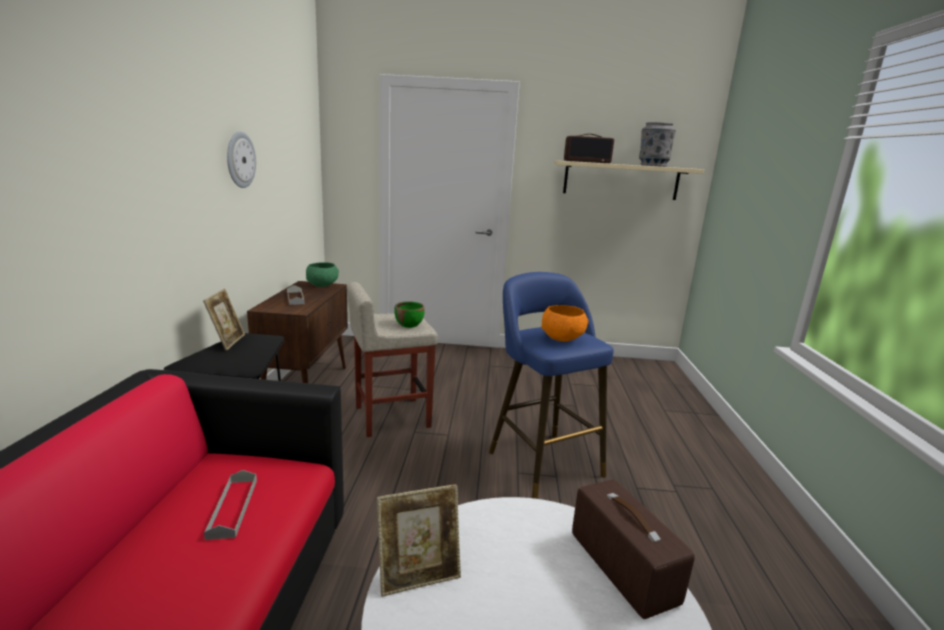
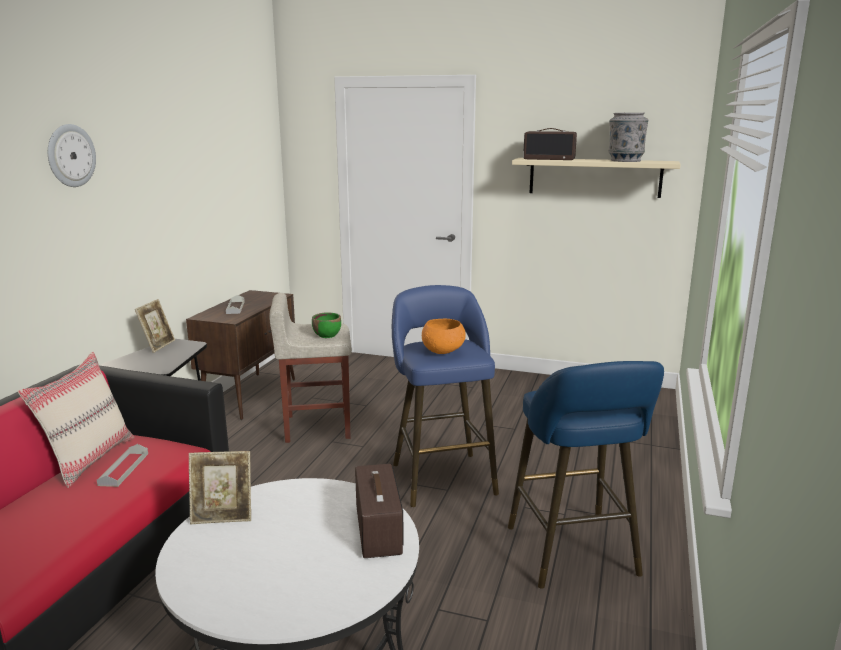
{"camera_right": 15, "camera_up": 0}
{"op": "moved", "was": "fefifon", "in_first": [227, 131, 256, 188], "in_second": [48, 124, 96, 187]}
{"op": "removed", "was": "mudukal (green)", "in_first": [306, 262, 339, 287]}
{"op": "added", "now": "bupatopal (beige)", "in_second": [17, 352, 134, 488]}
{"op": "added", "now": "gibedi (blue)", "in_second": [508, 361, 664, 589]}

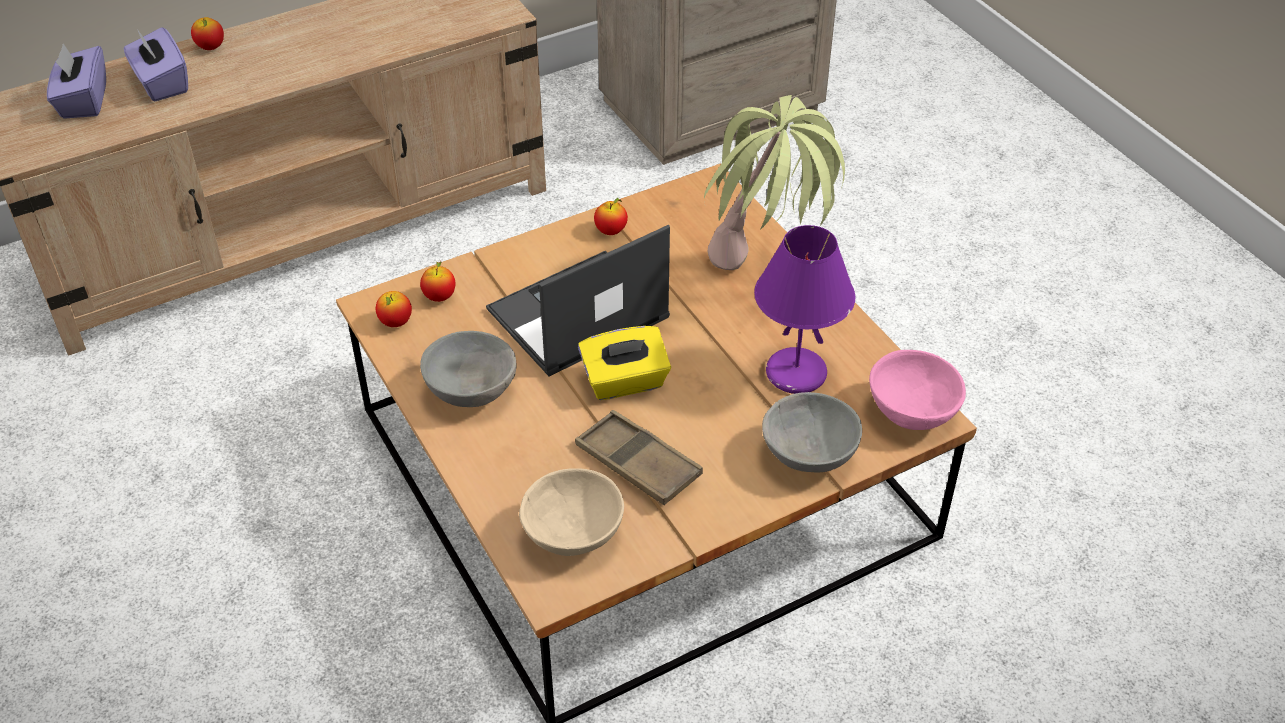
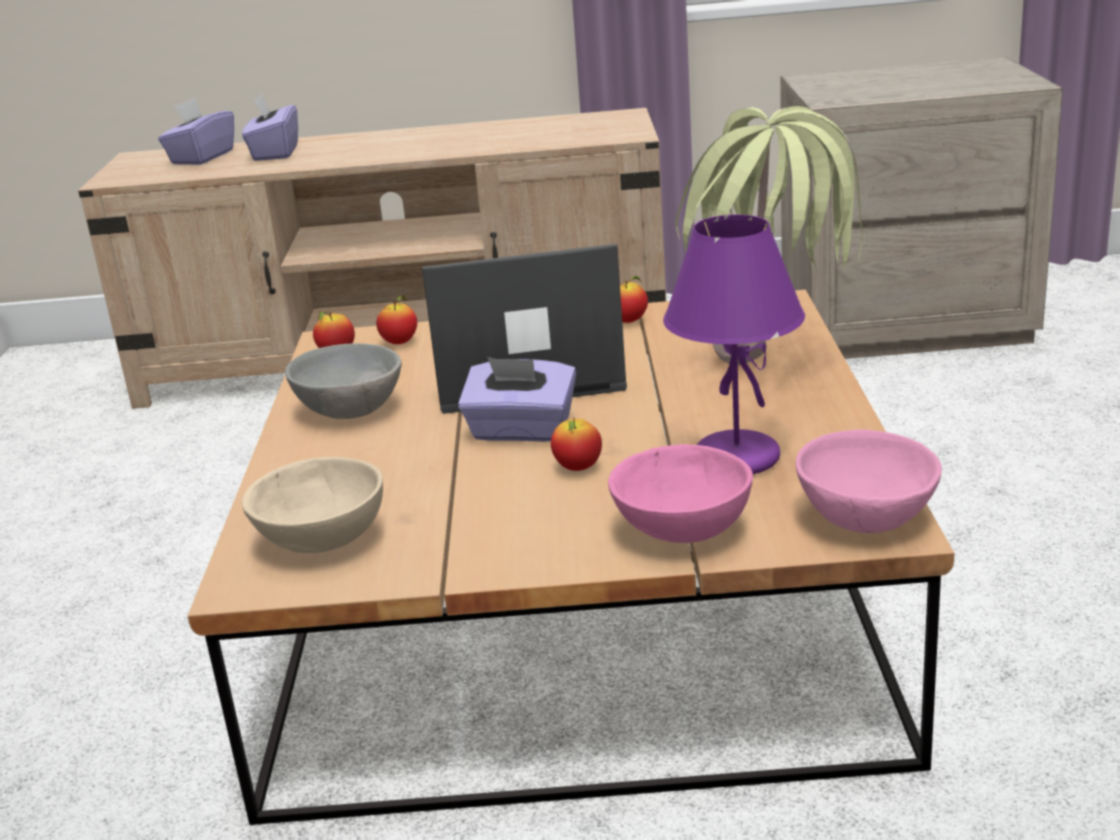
{"camera_right": 30, "camera_up": -20}
{"op": "moved", "was": "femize", "in_first": [191, 17, 224, 50], "in_second": [551, 418, 602, 471]}
{"op": "recoloured", "was": "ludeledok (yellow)", "now": "ludeledok (purple)", "in_first": [578, 326, 671, 400], "in_second": [458, 357, 576, 442]}
{"op": "recoloured", "was": "mudukal (grey)", "now": "mudukal (pink)", "in_first": [762, 392, 862, 473], "in_second": [608, 444, 753, 543]}
{"op": "removed", "was": "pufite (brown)", "in_first": [575, 410, 703, 505]}

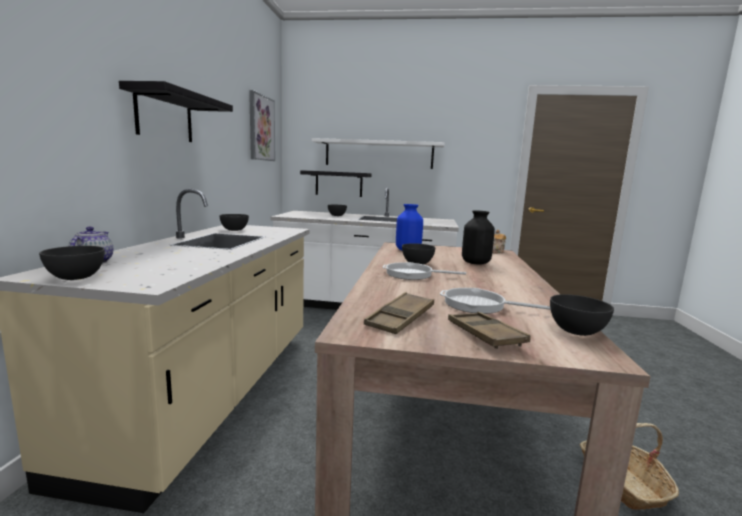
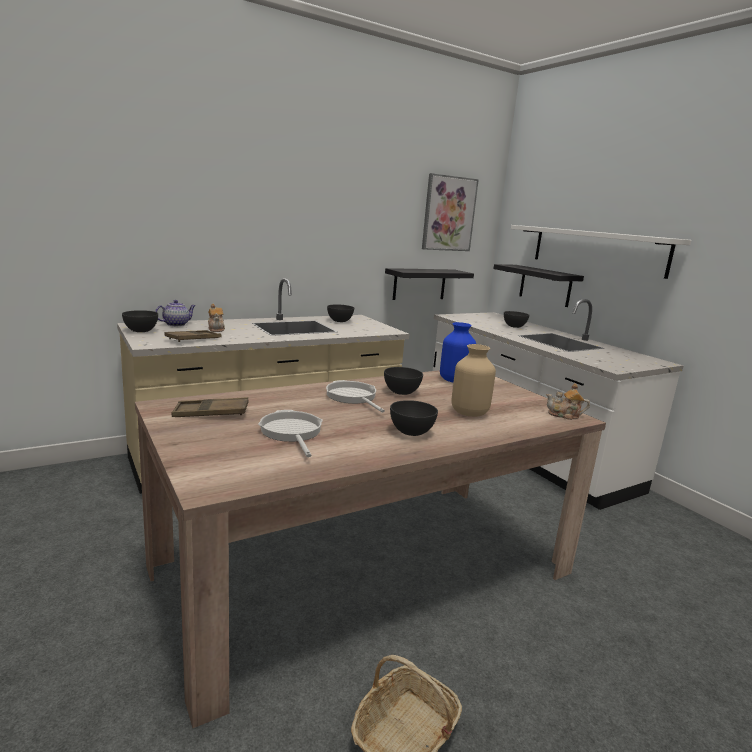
{"camera_right": 50, "camera_up": 5}
{"op": "moved", "was": "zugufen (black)", "in_first": [119, 81, 233, 142], "in_second": [385, 268, 474, 300]}
{"op": "recoloured", "was": "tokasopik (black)", "now": "tokasopik (beige)", "in_first": [462, 211, 495, 265], "in_second": [451, 344, 496, 417]}
{"op": "moved", "was": "mudukal (grey)", "in_first": [550, 294, 614, 336], "in_second": [390, 400, 438, 436]}
{"op": "moved", "was": "pufite (brown)", "in_first": [448, 312, 531, 349], "in_second": [165, 330, 221, 342]}
{"op": "added", "now": "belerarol", "in_second": [208, 304, 225, 332]}

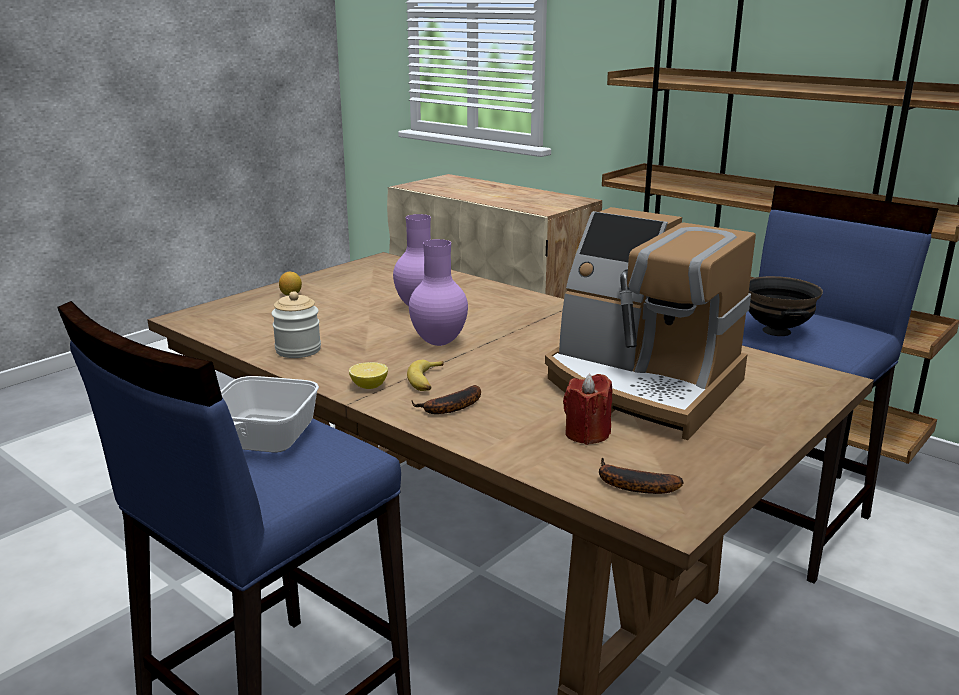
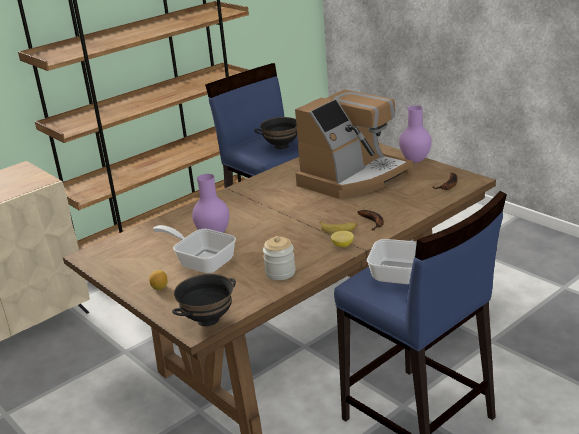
{"camera_right": -80, "camera_up": 5}
{"op": "moved", "was": "tokasopik (purple)", "in_first": [409, 239, 468, 346], "in_second": [399, 105, 432, 163]}
{"op": "removed", "was": "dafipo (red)", "in_first": [563, 374, 612, 445]}
{"op": "added", "now": "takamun", "in_second": [153, 225, 236, 274]}
{"op": "added", "now": "mudukal (black)", "in_second": [172, 274, 236, 327]}

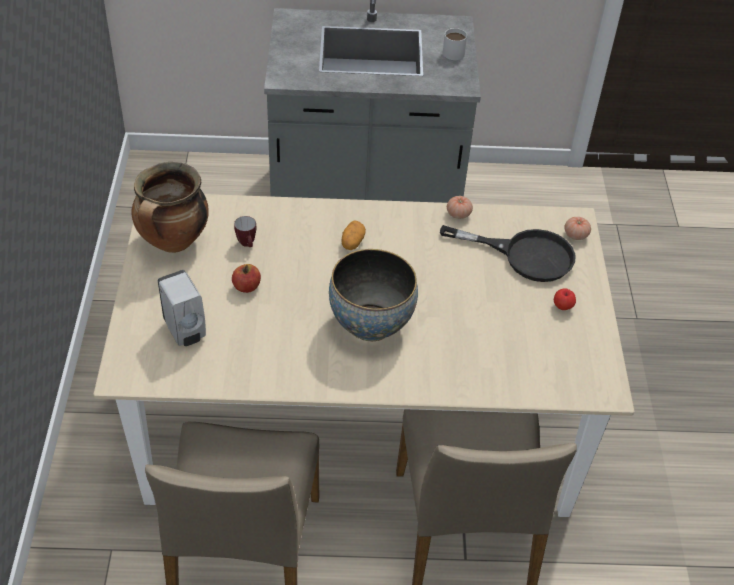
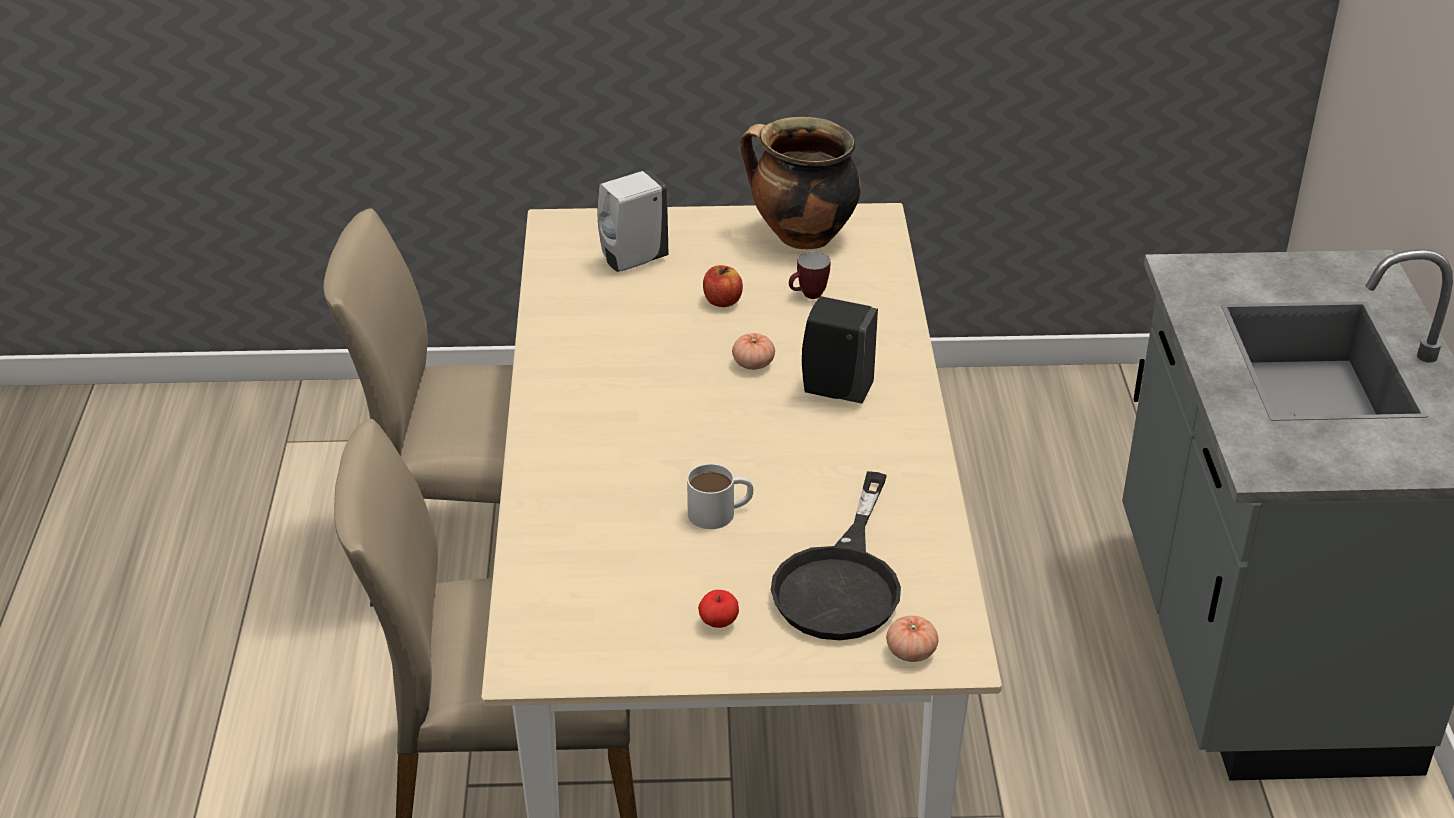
{"camera_right": 90, "camera_up": -10}
{"op": "moved", "was": "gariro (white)", "in_first": [443, 28, 467, 60], "in_second": [687, 464, 753, 529]}
{"op": "moved", "was": "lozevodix", "in_first": [447, 196, 473, 219], "in_second": [732, 333, 775, 370]}
{"op": "replaced", "was": "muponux", "now": "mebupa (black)", "in_first": [341, 220, 366, 250], "in_second": [802, 296, 878, 404]}
{"op": "removed", "was": "mudukal", "in_first": [329, 249, 418, 342]}

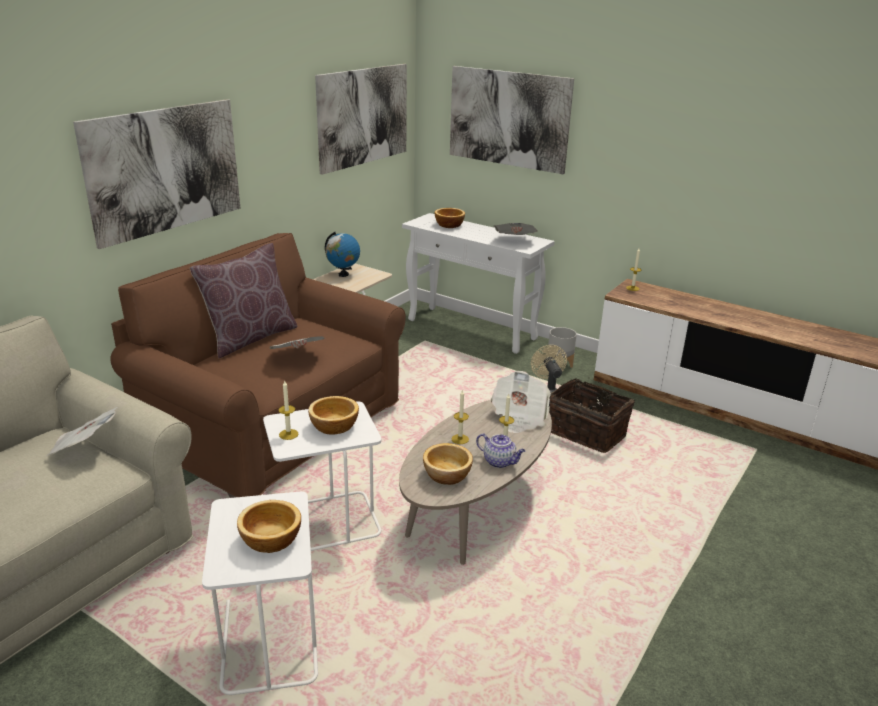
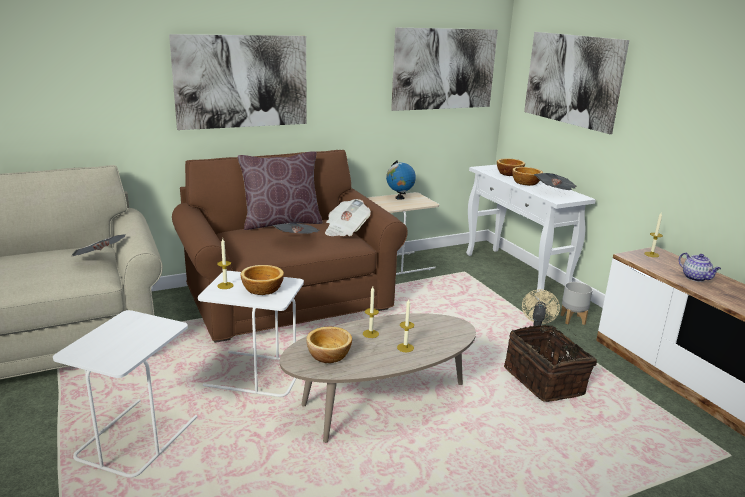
{"camera_right": 30, "camera_up": -5}
{"op": "moved", "was": "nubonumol", "in_first": [491, 371, 551, 433], "in_second": [325, 199, 371, 236]}
{"op": "moved", "was": "belerarol", "in_first": [476, 433, 525, 468], "in_second": [679, 252, 721, 282]}
{"op": "moved", "was": "mudukal", "in_first": [237, 500, 301, 553], "in_second": [512, 167, 543, 186]}

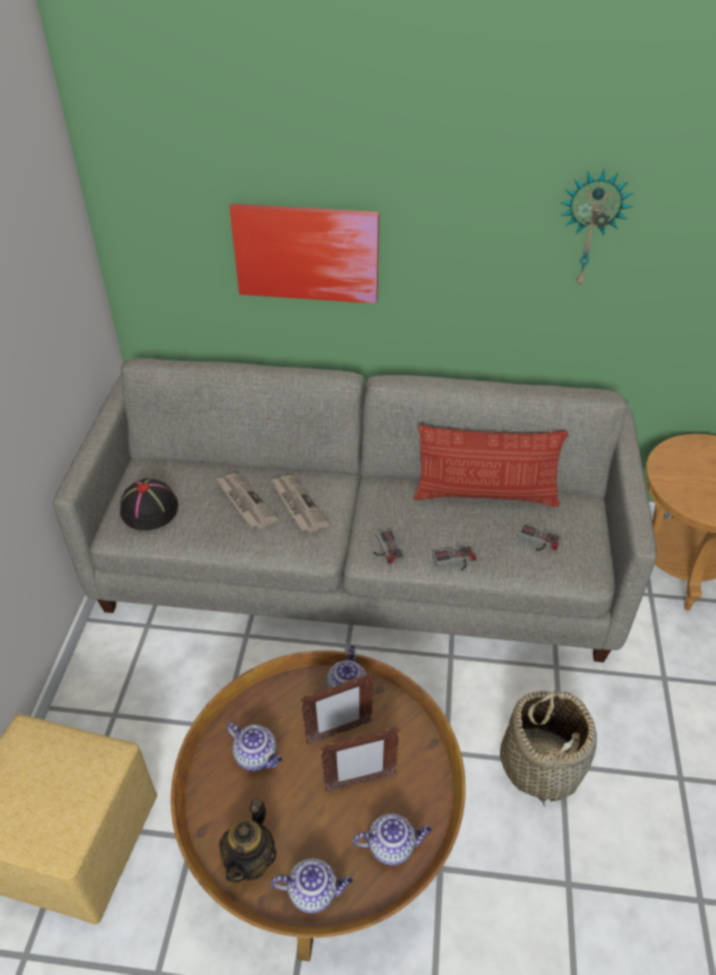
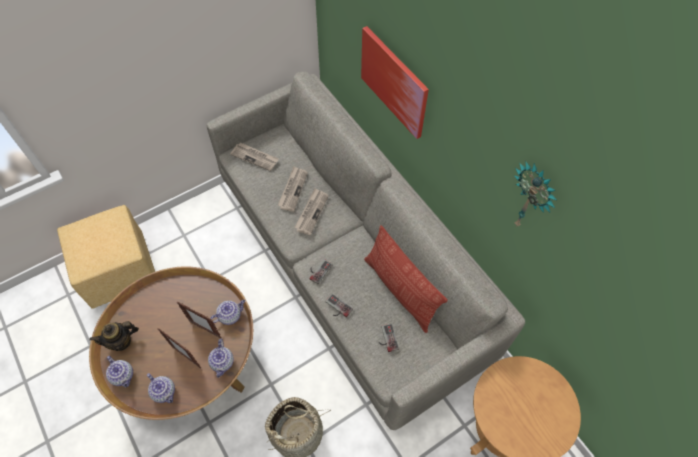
{"camera_right": 50, "camera_up": 15}
{"op": "replaced", "was": "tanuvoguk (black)", "now": "nubonumol", "in_first": [120, 478, 178, 530], "in_second": [230, 143, 279, 171]}
{"op": "moved", "was": "belerarol", "in_first": [226, 722, 282, 771], "in_second": [208, 339, 234, 378]}

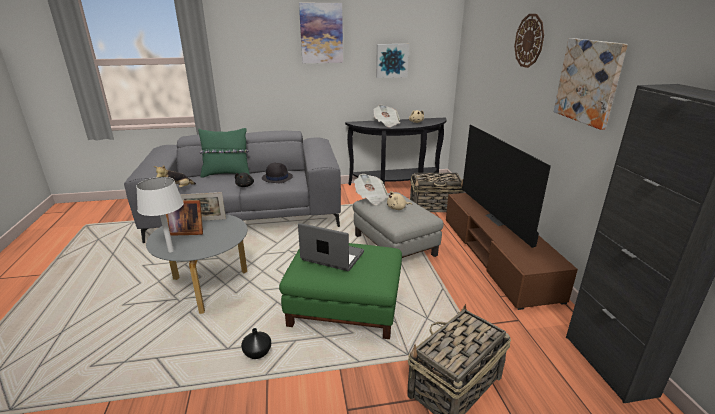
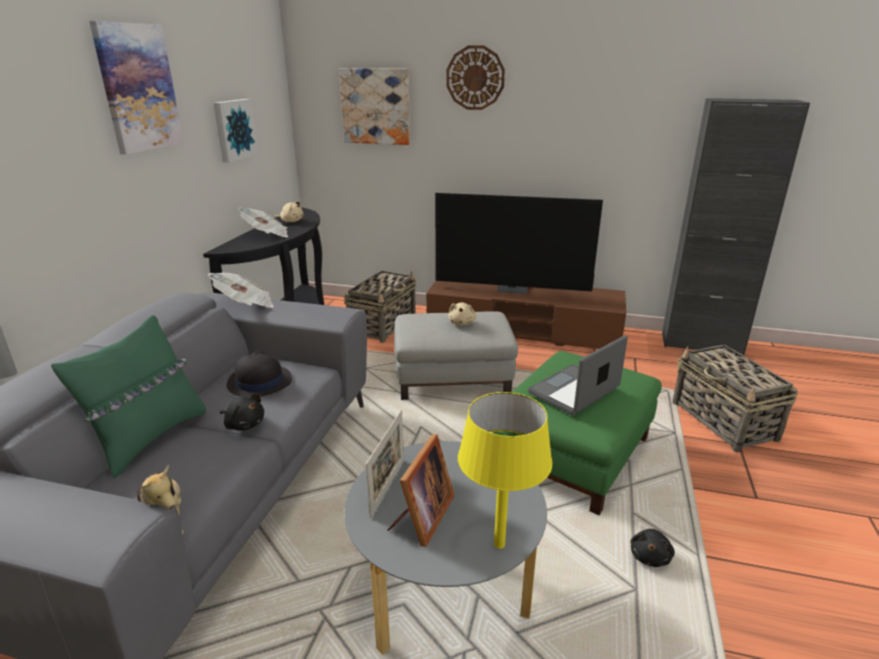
{"camera_right": -65, "camera_up": 0}
{"op": "moved", "was": "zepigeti", "in_first": [554, 38, 628, 130], "in_second": [339, 68, 410, 145]}
{"op": "moved", "was": "nubonumol", "in_first": [354, 174, 388, 205], "in_second": [208, 273, 274, 308]}
{"op": "recoloured", "was": "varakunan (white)", "now": "varakunan (yellow)", "in_first": [136, 177, 184, 253], "in_second": [458, 392, 552, 549]}
{"op": "replaced", "was": "tokasopik (black)", "now": "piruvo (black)", "in_first": [241, 328, 271, 359], "in_second": [630, 529, 675, 567]}

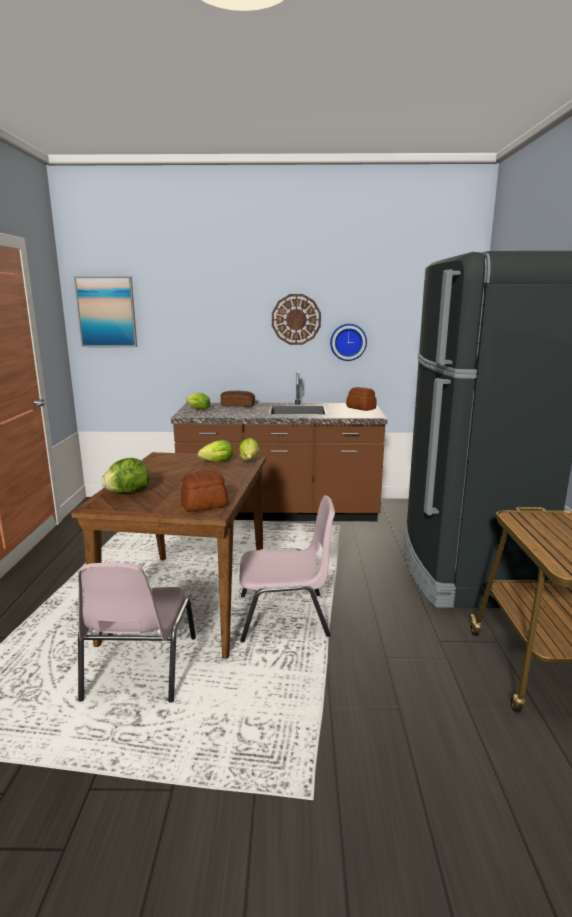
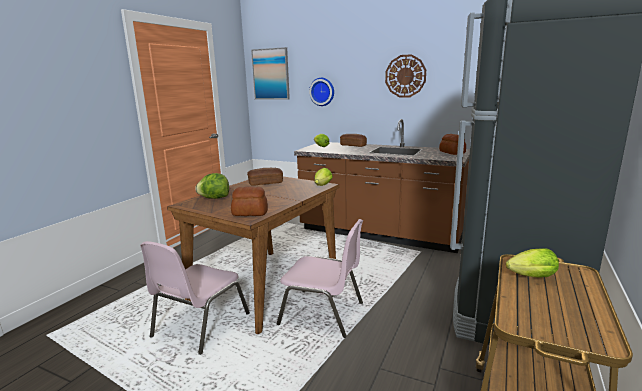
{"camera_right": 25, "camera_up": 0}
{"op": "moved", "was": "fefifon", "in_first": [330, 324, 367, 361], "in_second": [309, 78, 334, 106]}
{"op": "moved", "was": "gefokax", "in_first": [198, 440, 233, 462], "in_second": [506, 248, 559, 277]}
{"op": "added", "now": "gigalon", "in_second": [247, 168, 283, 186]}

